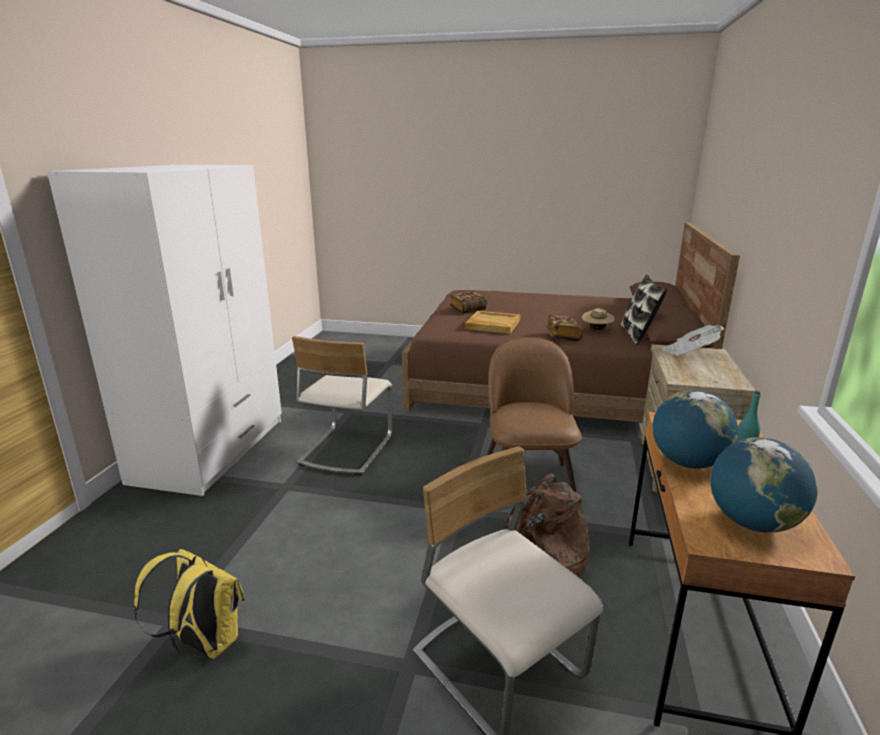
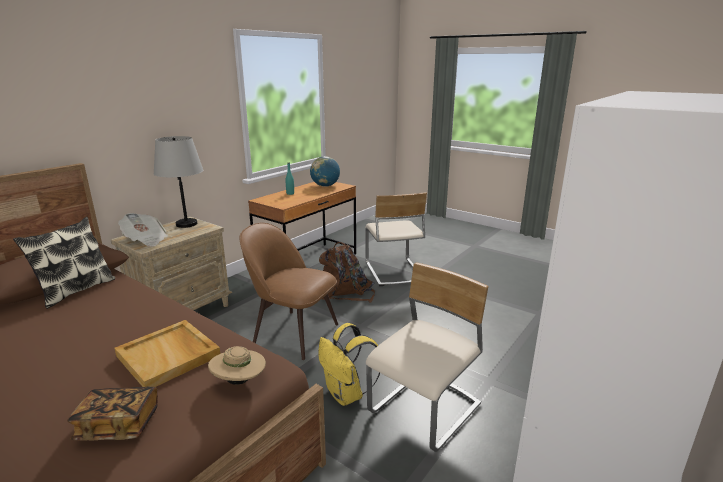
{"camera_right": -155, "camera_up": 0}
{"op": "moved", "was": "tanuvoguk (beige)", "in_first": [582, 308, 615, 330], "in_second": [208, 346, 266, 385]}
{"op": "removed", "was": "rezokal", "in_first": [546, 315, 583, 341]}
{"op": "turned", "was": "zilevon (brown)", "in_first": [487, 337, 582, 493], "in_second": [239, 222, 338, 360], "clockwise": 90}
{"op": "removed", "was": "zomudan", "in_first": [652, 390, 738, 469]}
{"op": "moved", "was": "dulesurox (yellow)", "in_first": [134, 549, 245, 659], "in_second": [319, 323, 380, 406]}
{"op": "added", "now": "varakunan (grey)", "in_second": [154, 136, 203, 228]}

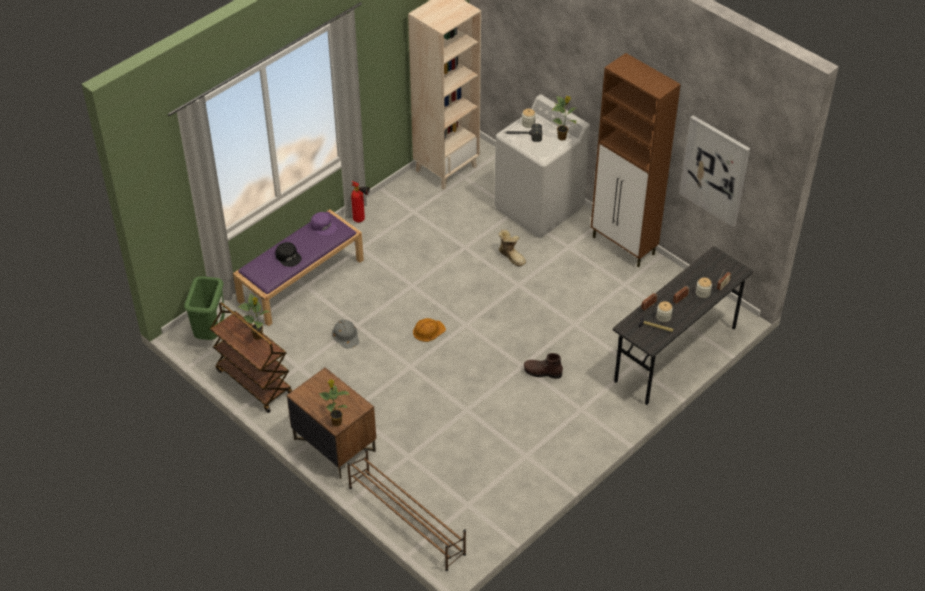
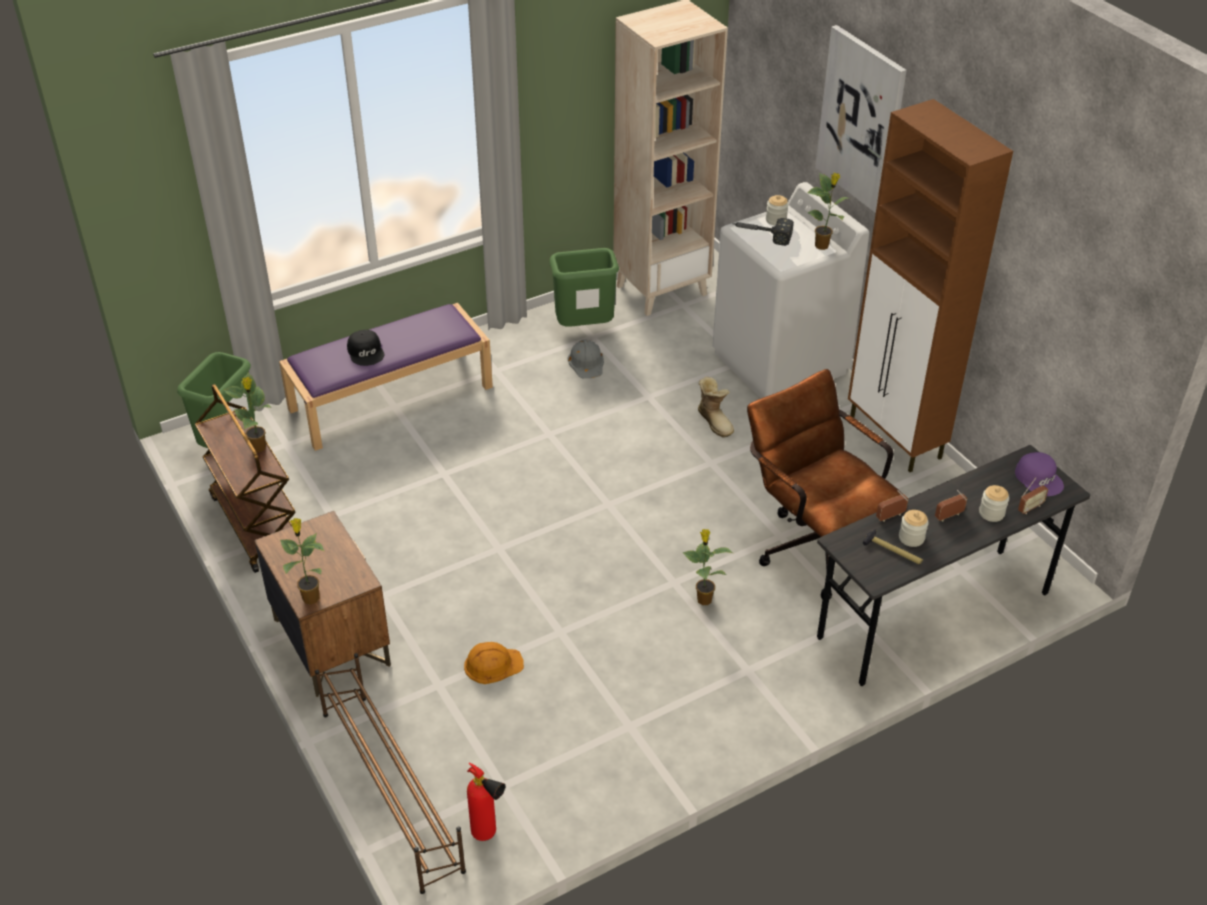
{"camera_right": 15, "camera_up": -5}
{"op": "moved", "was": "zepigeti", "in_first": [679, 115, 750, 227], "in_second": [815, 25, 907, 213]}
{"op": "moved", "was": "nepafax", "in_first": [351, 181, 370, 222], "in_second": [467, 763, 505, 841]}
{"op": "moved", "was": "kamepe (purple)", "in_first": [310, 212, 337, 236], "in_second": [1015, 452, 1064, 496]}
{"op": "moved", "was": "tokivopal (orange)", "in_first": [413, 318, 446, 342], "in_second": [464, 642, 524, 684]}
{"op": "moved", "was": "tokivopal (grey)", "in_first": [332, 320, 360, 349], "in_second": [567, 340, 604, 378]}
{"op": "replaced", "was": "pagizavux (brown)", "now": "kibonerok", "in_first": [524, 353, 563, 379], "in_second": [682, 529, 733, 605]}
{"op": "added", "now": "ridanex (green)", "in_second": [550, 248, 619, 327]}
{"op": "added", "now": "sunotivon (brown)", "in_second": [747, 369, 903, 599]}

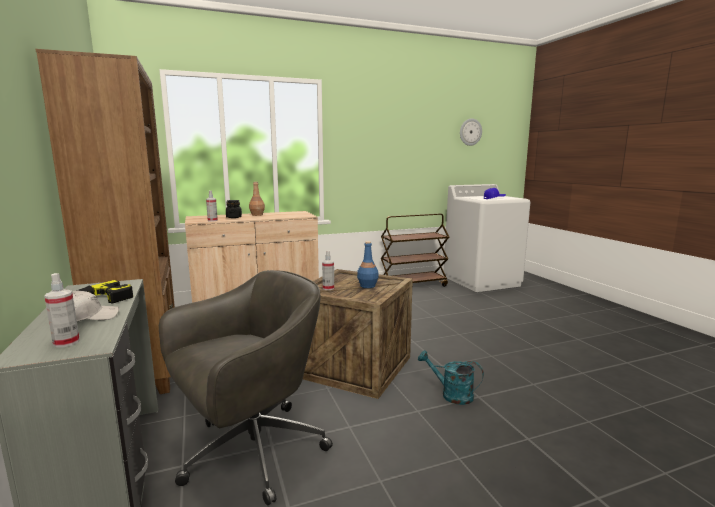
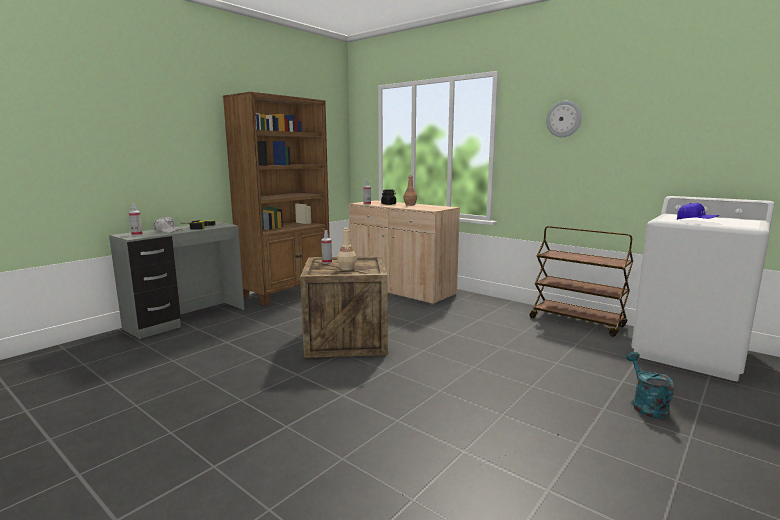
{"camera_right": 60, "camera_up": 0}
{"op": "moved", "was": "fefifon", "in_first": [460, 118, 482, 146], "in_second": [546, 101, 582, 137]}
{"op": "recoloured", "was": "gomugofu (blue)", "now": "gomugofu (beige)", "in_first": [357, 241, 379, 288], "in_second": [337, 228, 356, 270]}
{"op": "removed", "was": "sunotivon (grey)", "in_first": [159, 270, 333, 505]}
{"op": "moved", "was": "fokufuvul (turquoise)", "in_first": [418, 350, 484, 405], "in_second": [626, 352, 673, 419]}

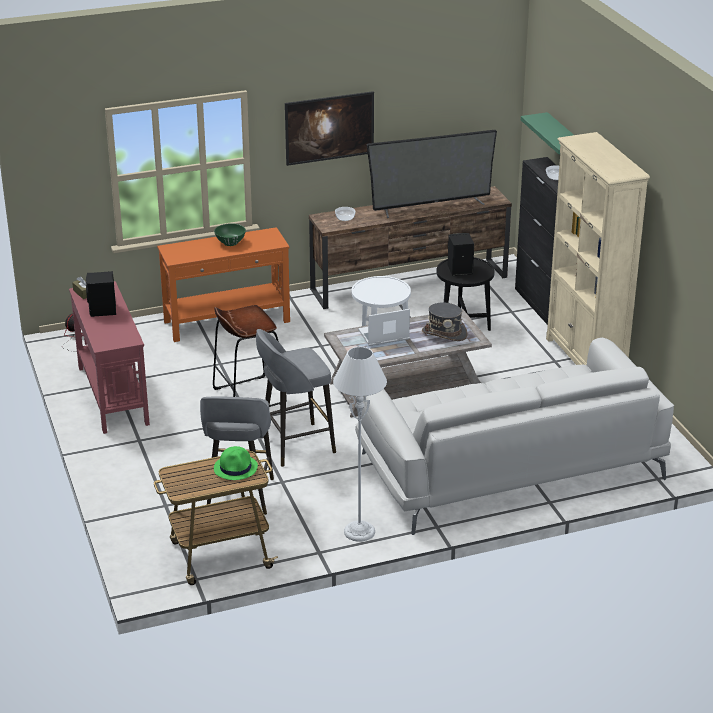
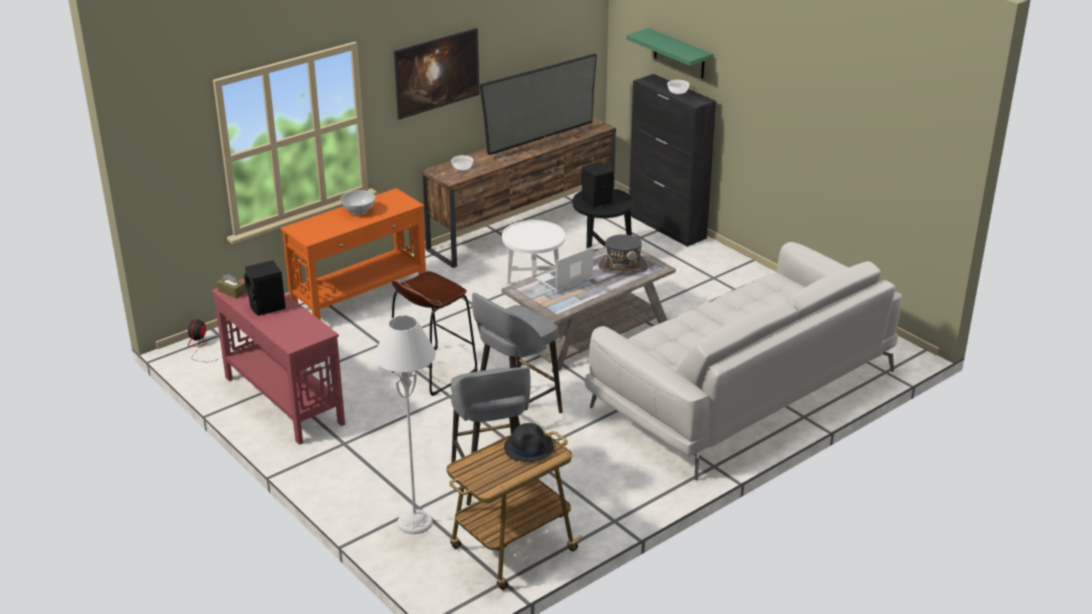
{"camera_right": -20, "camera_up": 0}
{"op": "removed", "was": "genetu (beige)", "in_first": [546, 132, 650, 365]}
{"op": "recoloured", "was": "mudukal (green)", "now": "mudukal (white)", "in_first": [214, 223, 246, 246], "in_second": [341, 190, 375, 215]}
{"op": "moved", "was": "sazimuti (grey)", "in_first": [333, 347, 387, 542], "in_second": [374, 315, 436, 534]}
{"op": "recoloured", "was": "tanuvoguk (green)", "now": "tanuvoguk (black)", "in_first": [214, 446, 258, 480], "in_second": [504, 423, 554, 462]}

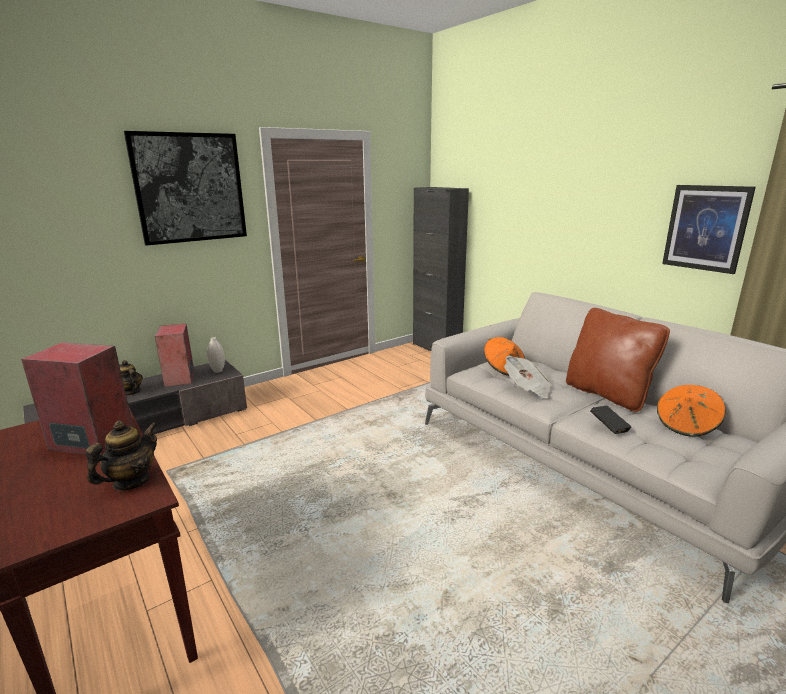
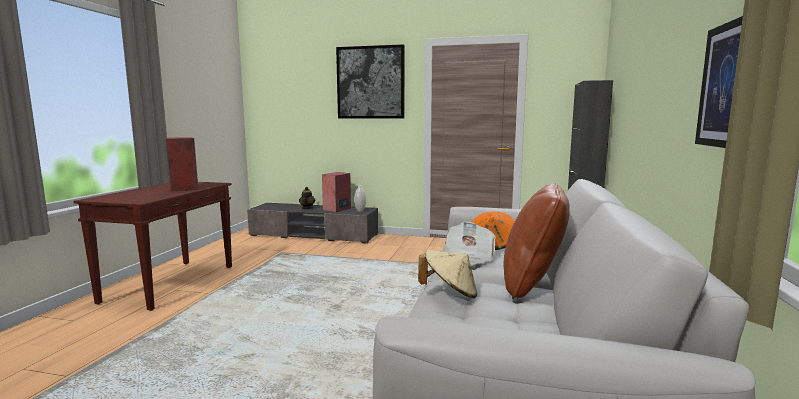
{"camera_right": 50, "camera_up": -10}
{"op": "removed", "was": "tanuvoguk (orange)", "in_first": [657, 385, 725, 437]}
{"op": "replaced", "was": "rezokal (black)", "now": "tanuvoguk (beige)", "in_first": [590, 406, 631, 434], "in_second": [418, 250, 477, 298]}
{"op": "removed", "was": "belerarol", "in_first": [86, 421, 157, 491]}

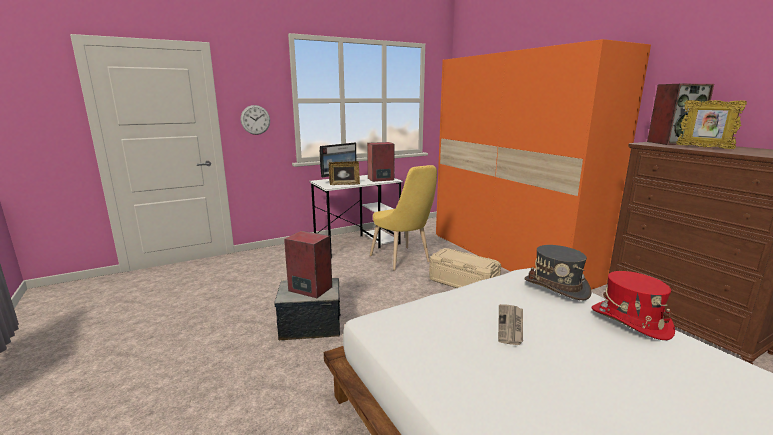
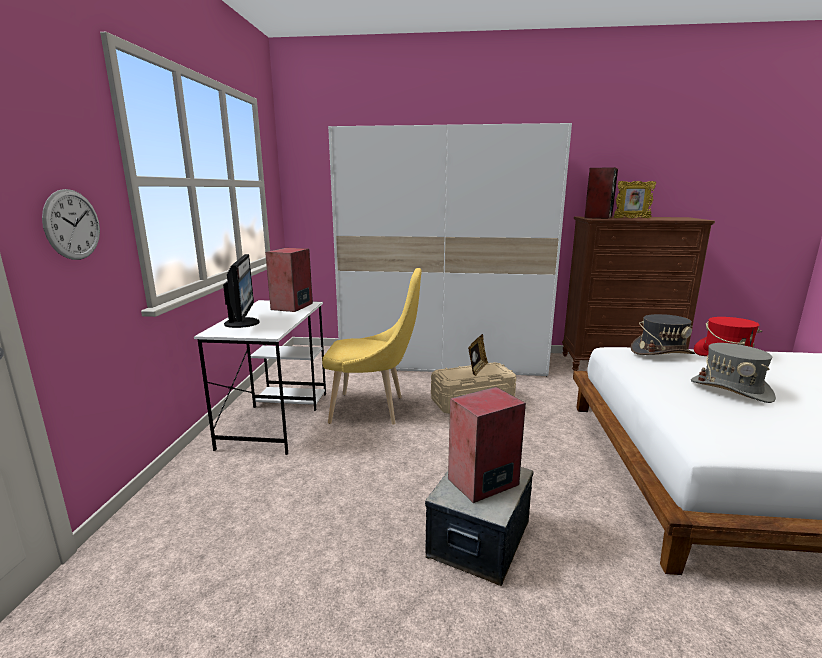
{"camera_right": -55, "camera_up": 0}
{"op": "recoloured", "was": "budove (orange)", "now": "budove (white)", "in_first": [436, 39, 651, 290], "in_second": [328, 123, 572, 376]}
{"op": "moved", "was": "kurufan", "in_first": [329, 161, 360, 185], "in_second": [468, 334, 488, 376]}
{"op": "replaced", "was": "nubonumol", "now": "tanuvoguk (grey)", "in_first": [498, 304, 523, 345], "in_second": [691, 343, 776, 403]}

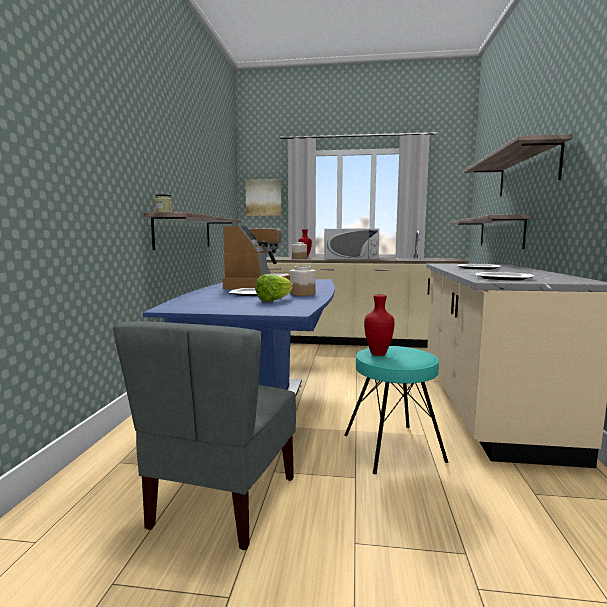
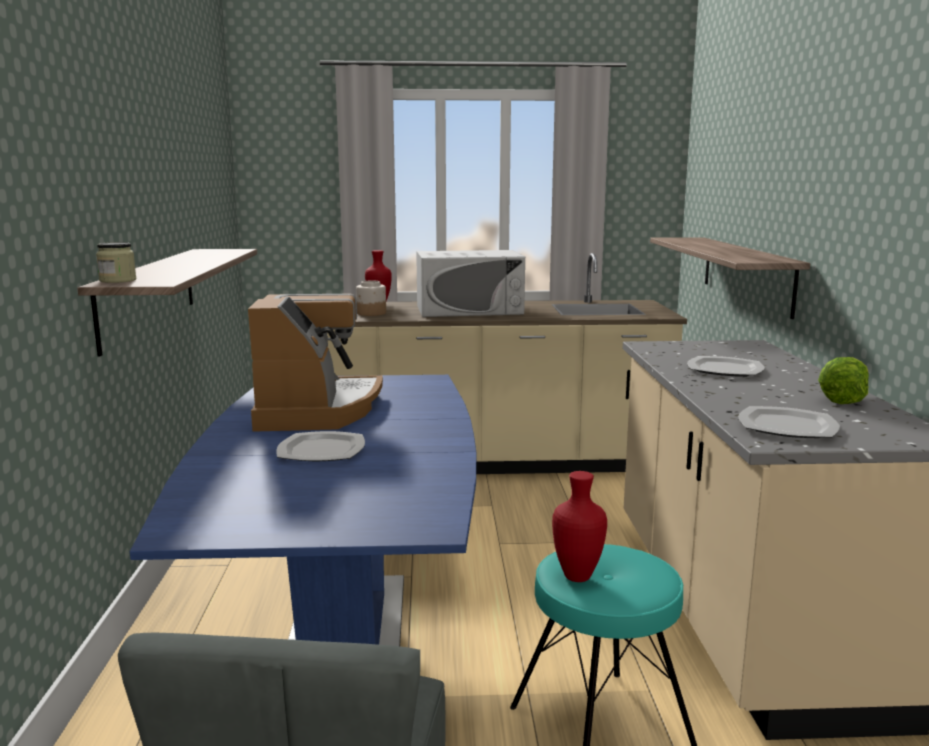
{"camera_right": -10, "camera_up": 5}
{"op": "removed", "was": "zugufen", "in_first": [464, 134, 573, 197]}
{"op": "removed", "was": "zepigeti", "in_first": [245, 179, 281, 216]}
{"op": "removed", "was": "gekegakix", "in_first": [290, 266, 316, 296]}
{"op": "moved", "was": "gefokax", "in_first": [255, 274, 293, 302], "in_second": [818, 357, 869, 404]}

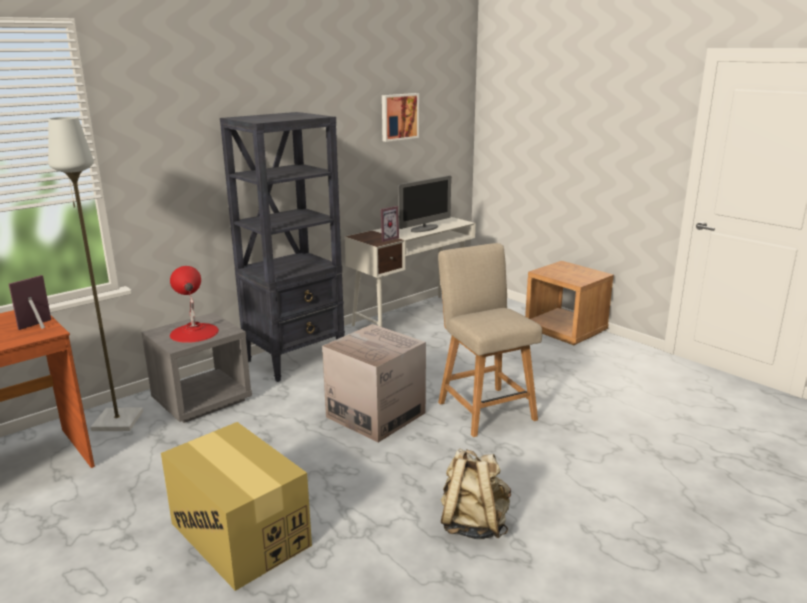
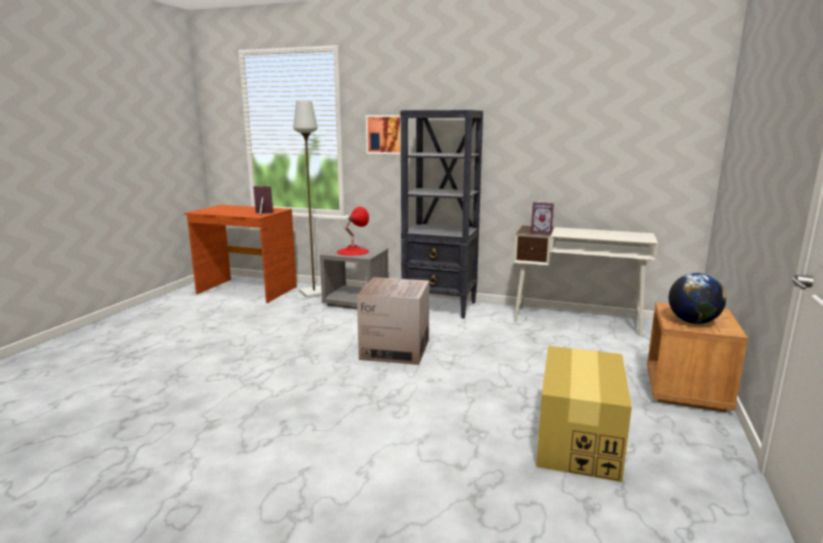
{"camera_right": 60, "camera_up": -5}
{"op": "moved", "was": "zepigeti", "in_first": [382, 93, 419, 142], "in_second": [366, 115, 401, 154]}
{"op": "removed", "was": "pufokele", "in_first": [398, 175, 451, 232]}
{"op": "removed", "was": "zilevon (beige)", "in_first": [438, 243, 542, 437]}
{"op": "moved", "was": "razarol", "in_first": [161, 422, 312, 591], "in_second": [536, 346, 632, 482]}
{"op": "removed", "was": "dulesurox (beige)", "in_first": [441, 449, 511, 539]}
{"op": "added", "now": "zomudan", "in_second": [669, 273, 726, 324]}

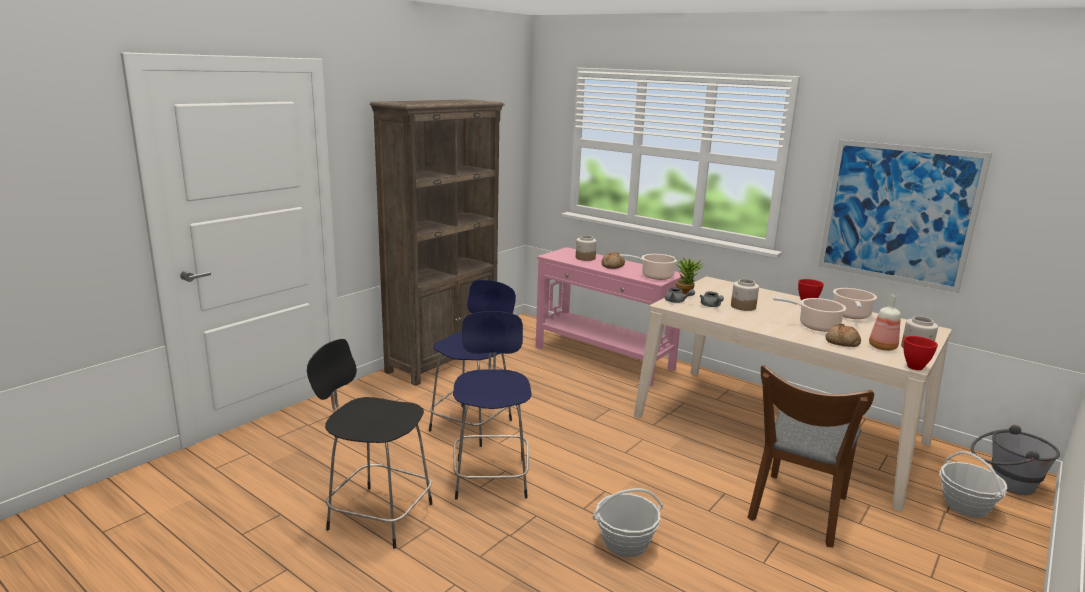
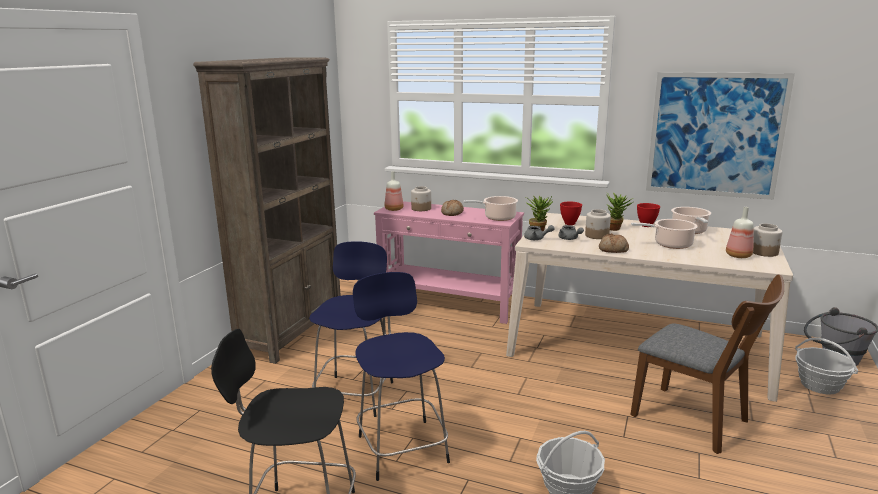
{"camera_right": -15, "camera_up": 0}
{"op": "moved", "was": "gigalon", "in_first": [826, 324, 861, 347], "in_second": [599, 233, 629, 253]}
{"op": "moved", "was": "mudukal (red)", "in_first": [903, 336, 938, 370], "in_second": [560, 202, 582, 225]}
{"op": "turned", "was": "zilevon (brown)", "in_first": [747, 365, 874, 547], "in_second": [630, 274, 784, 454], "clockwise": -60}
{"op": "added", "now": "gomugofu", "in_second": [385, 171, 403, 211]}
{"op": "added", "now": "kibonerok", "in_second": [606, 193, 633, 231]}

